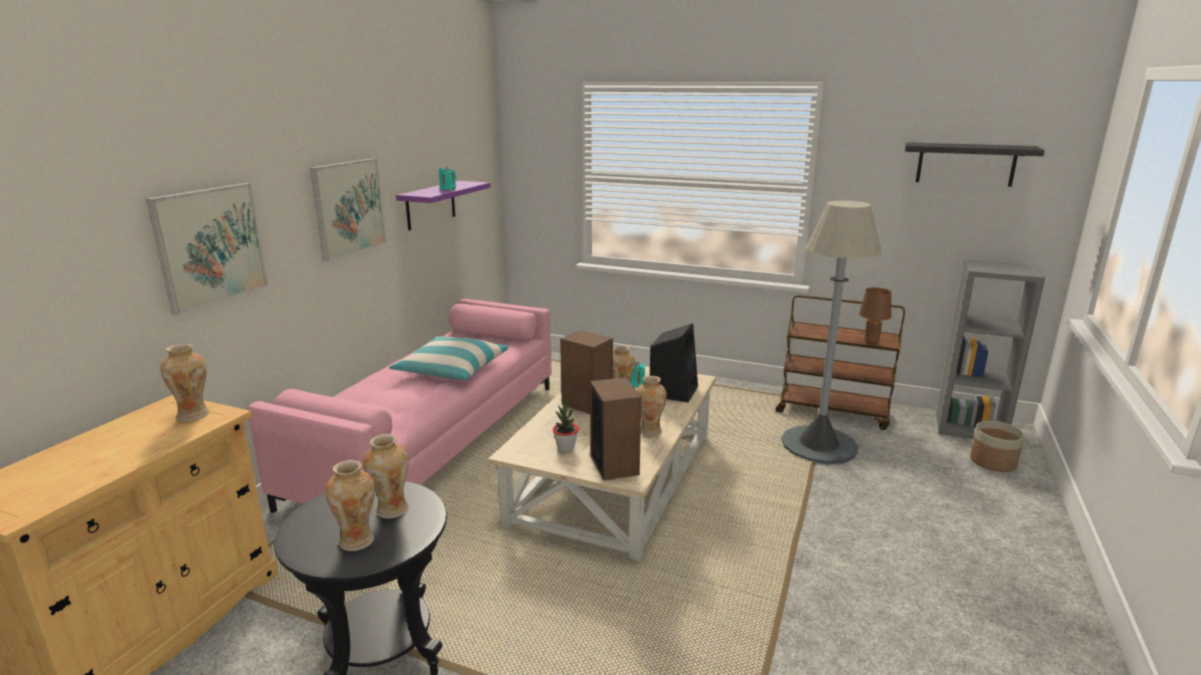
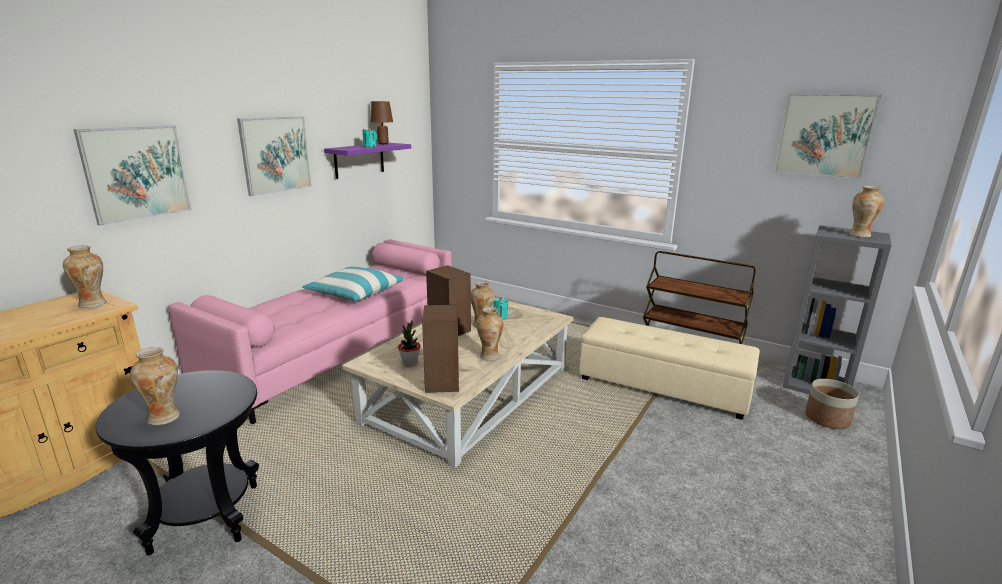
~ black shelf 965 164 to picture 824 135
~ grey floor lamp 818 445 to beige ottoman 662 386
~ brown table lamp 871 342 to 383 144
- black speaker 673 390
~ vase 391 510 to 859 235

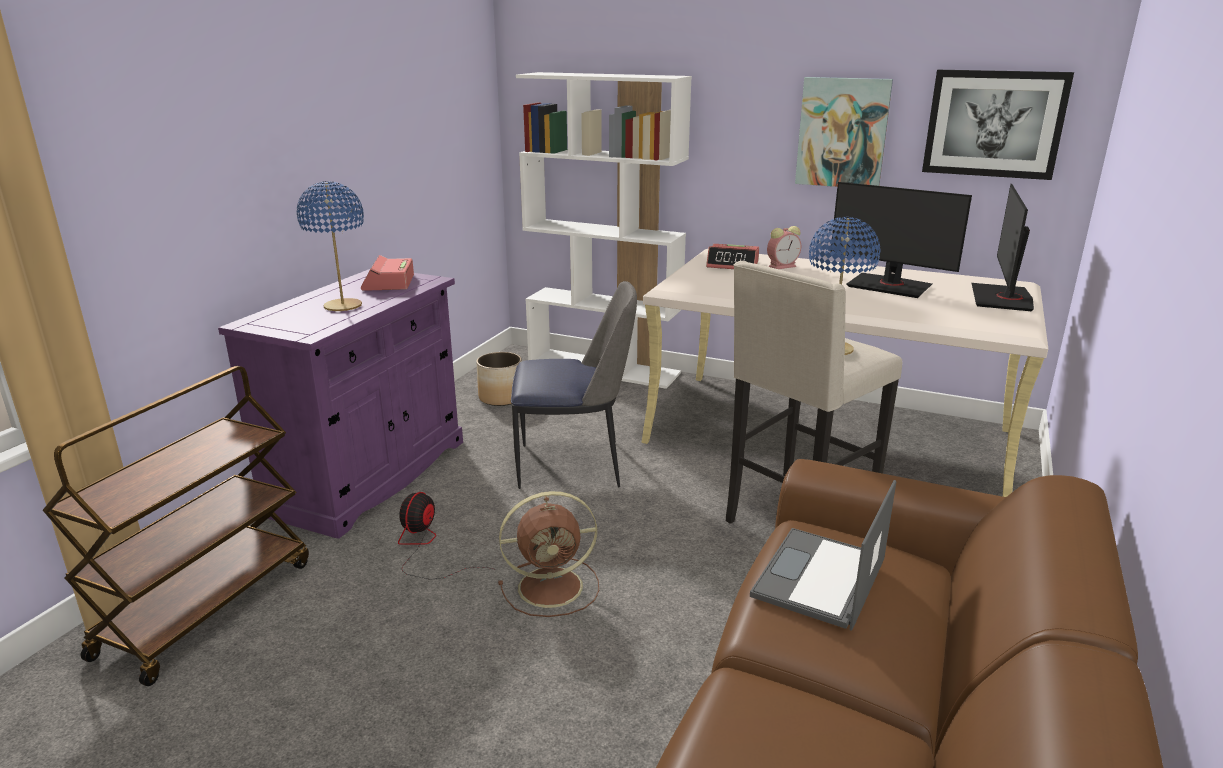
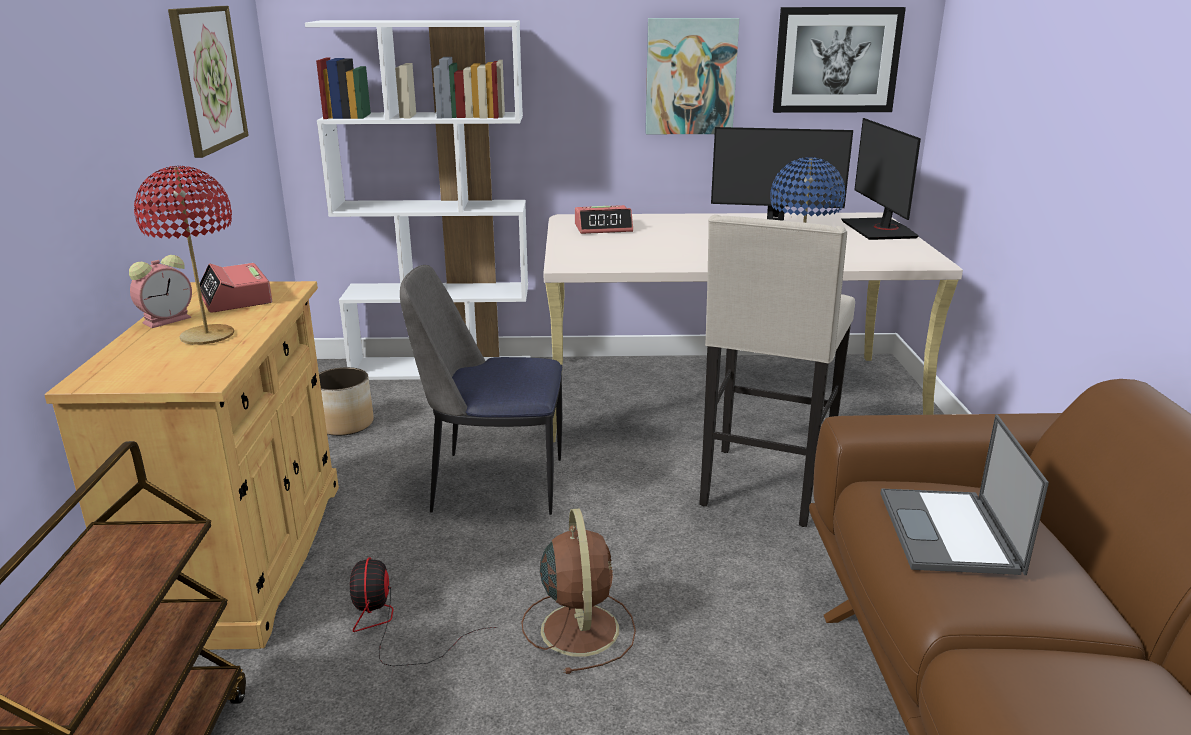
~ blue table lamp 342 306 to red table lamp 206 337
~ alarm clock 783 266 to 168 320
~ purple cabinet 369 476 to beige cabinet 244 558
~ chair 574 465 = 493 483 150 degrees counterclockwise
~ brown fan 553 586 = 579 627 60 degrees counterclockwise
+ picture 208 78

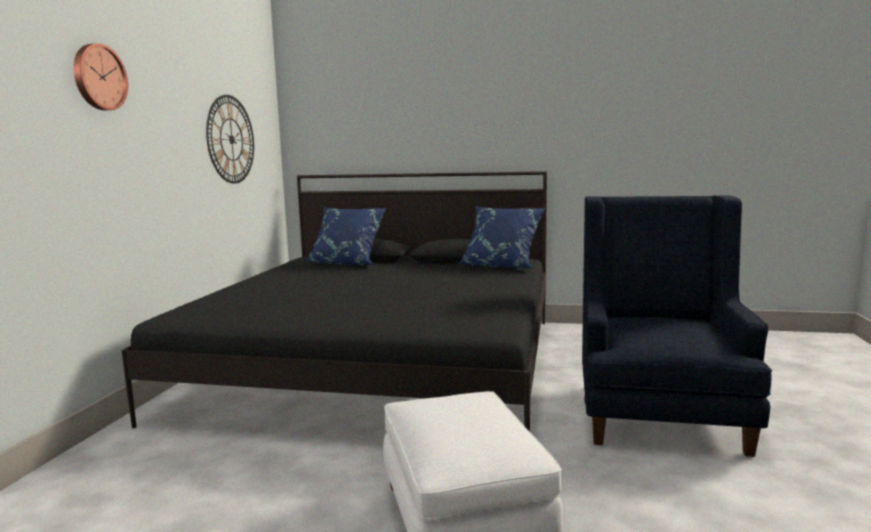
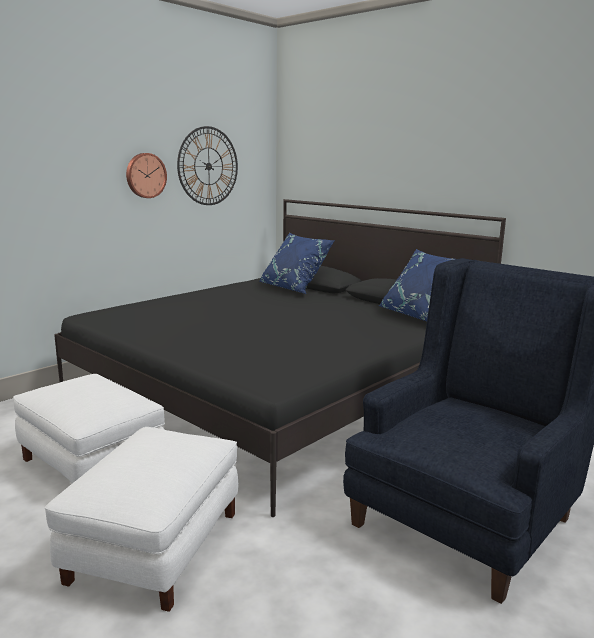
~ wall clock 98 77 to 145 175
+ white ottoman 93 464

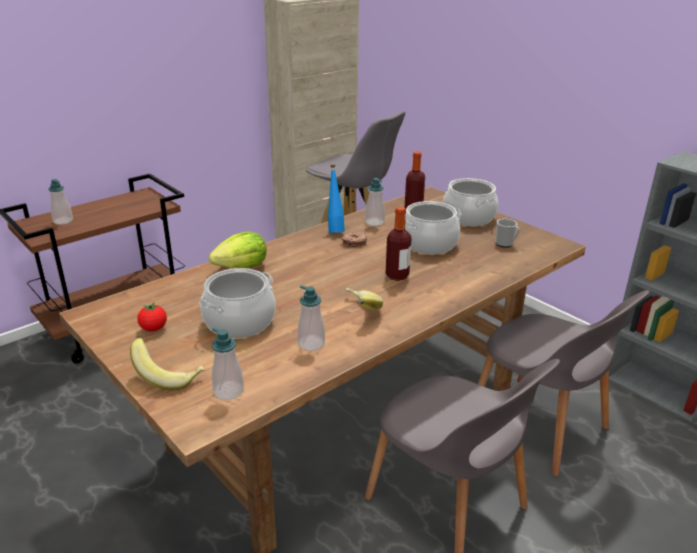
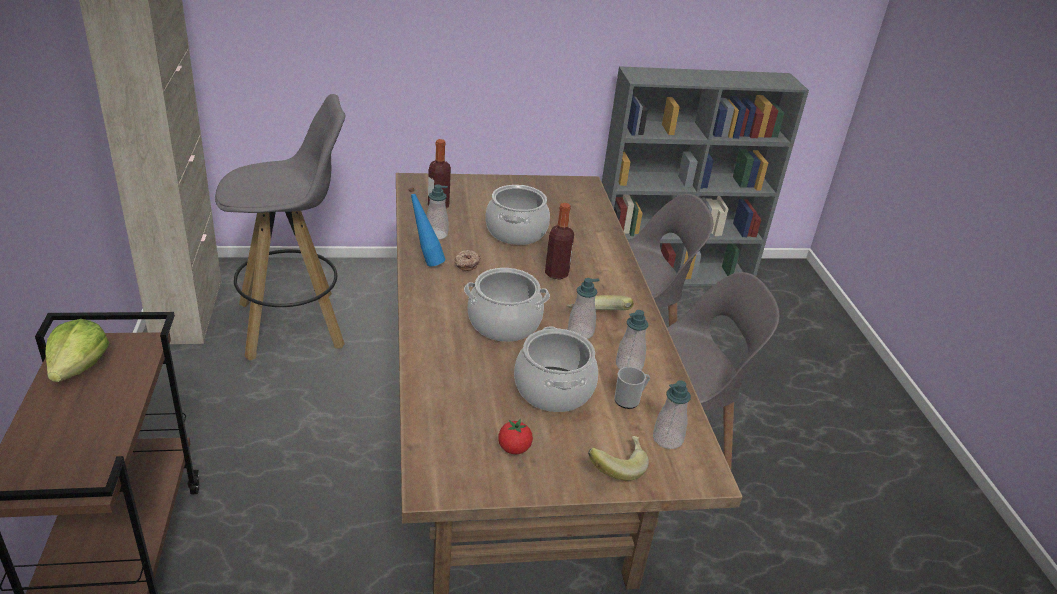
~ cooking pot 469 217 to 504 323
~ soap dispenser 63 221 to 580 332
~ mug 506 244 to 629 400
~ lettuce 242 266 to 79 367

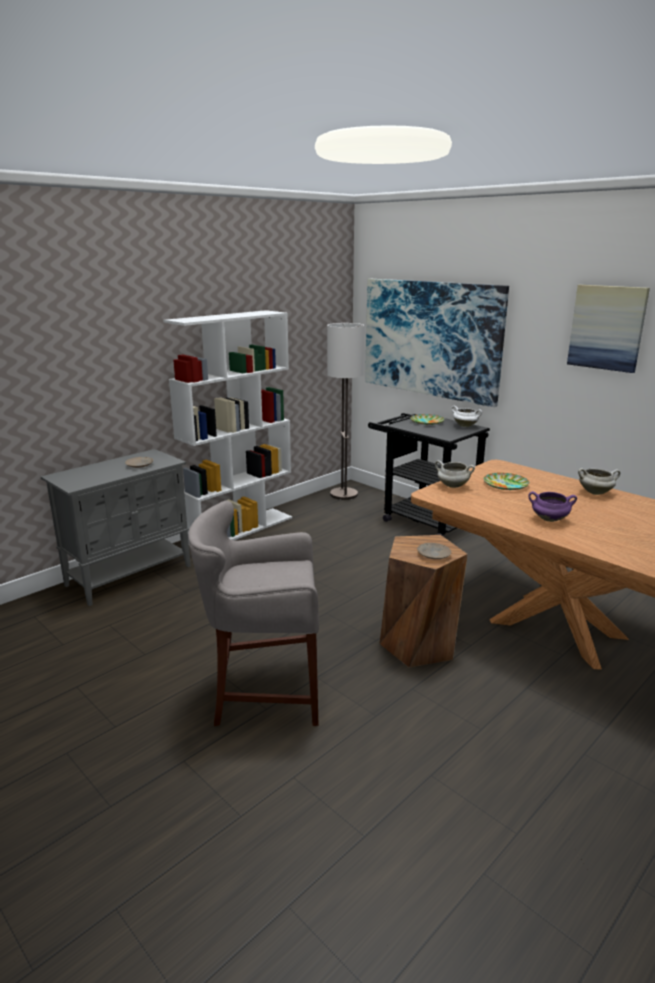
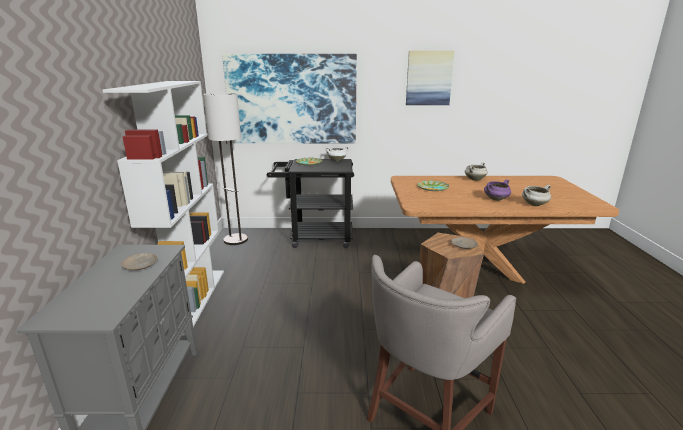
~ white cooking pot 452 486 to 534 205

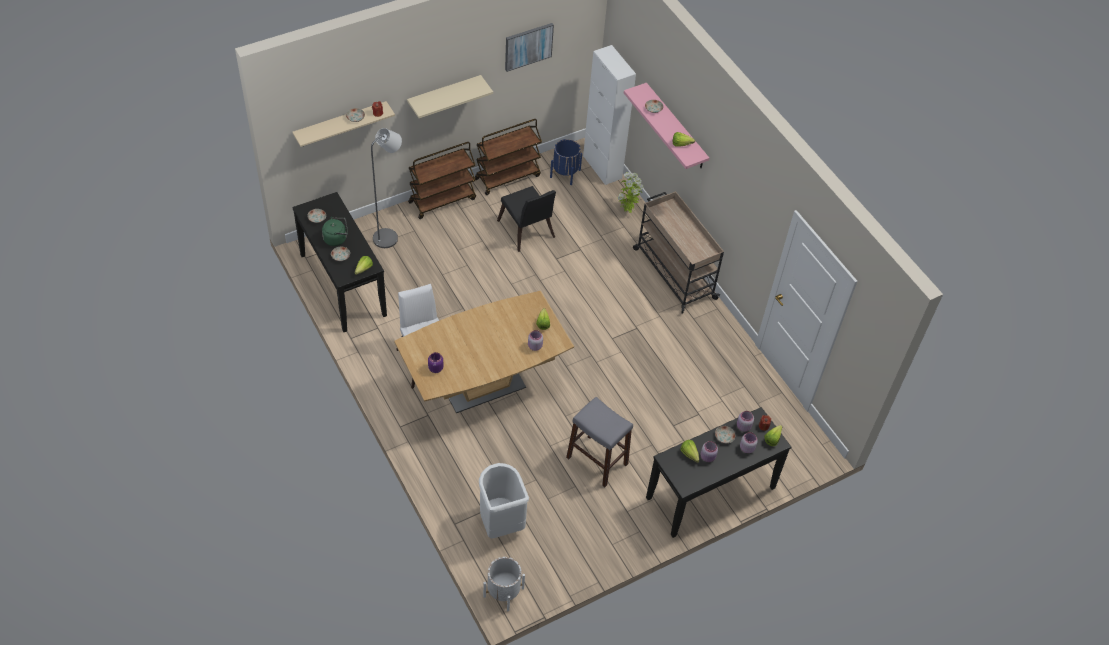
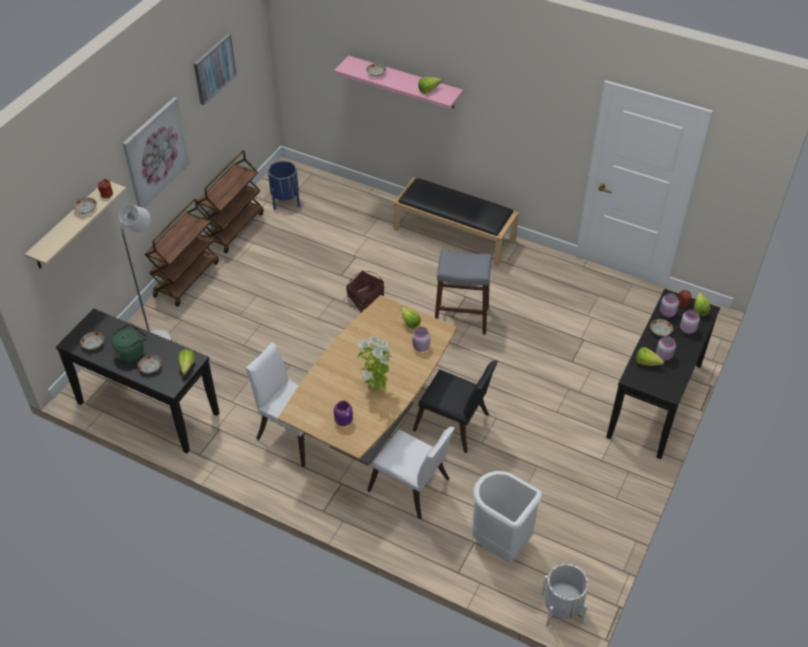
- white cabinet 602 167
~ beige shelf 444 95 to picture 155 153
~ potted plant 626 211 to 375 389
~ black chair 527 232 to 455 425
~ beige cart 673 273 to black bench 455 234
~ grey stool 597 460 to 461 318
+ basket 365 300
+ white chair 412 488

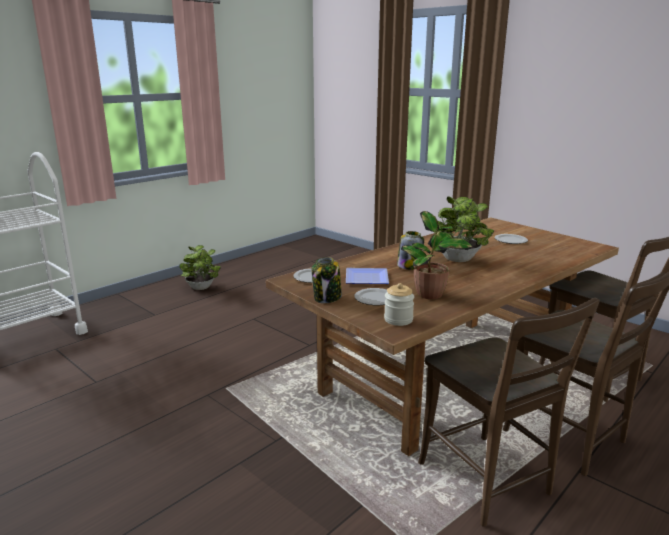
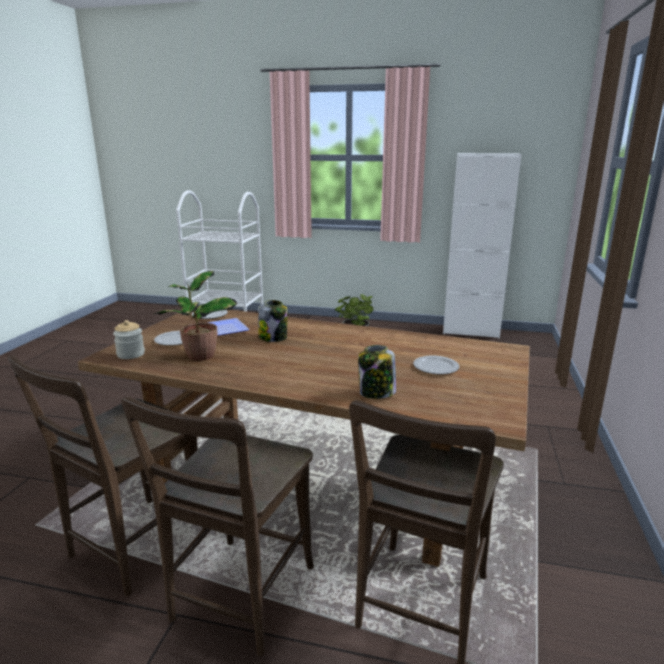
- potted plant 458 260
~ jar 327 298 to 376 393
+ white cabinet 470 332

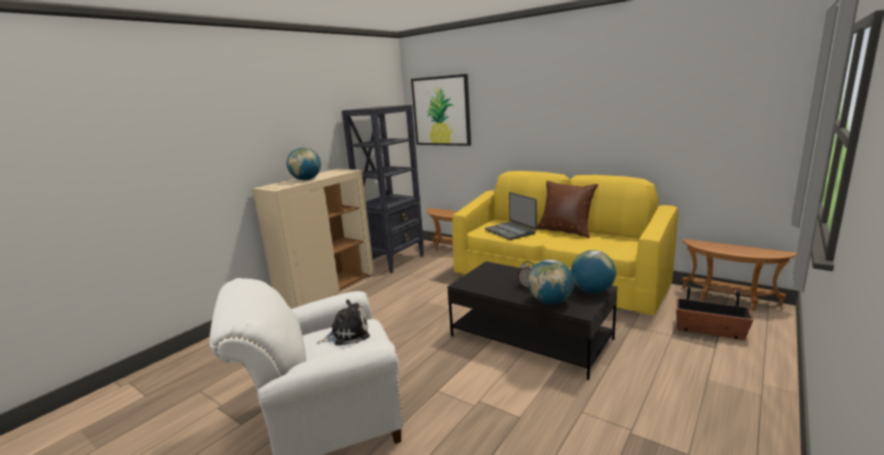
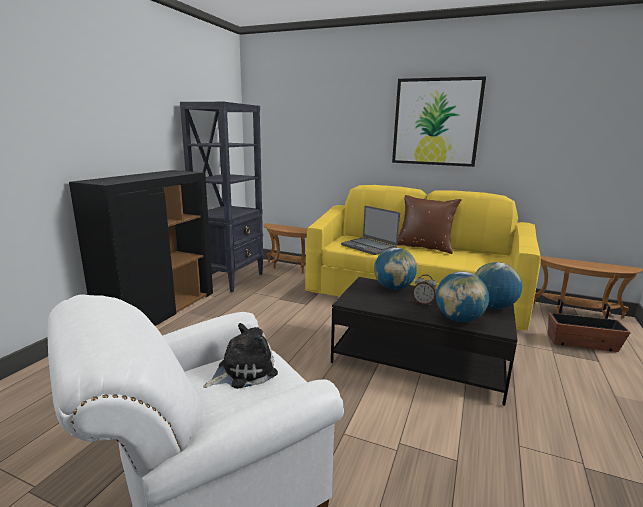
~ picture 441 111 to 436 122
~ globe 306 180 to 393 288
~ beige cabinet 328 289 to black cabinet 160 312

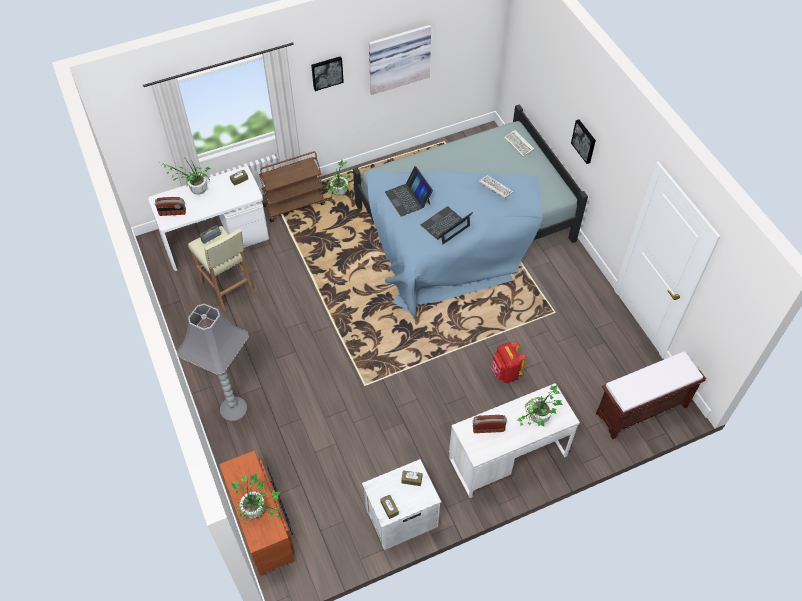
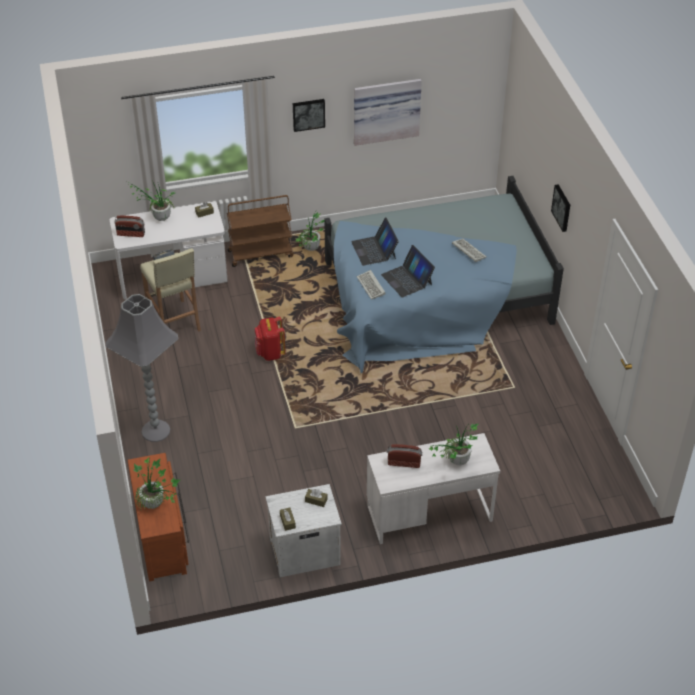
~ keyboard 519 145 to 371 286
~ laptop 445 226 = 407 279 90 degrees counterclockwise
~ red backpack 505 373 to 270 353
- brown bench 641 410

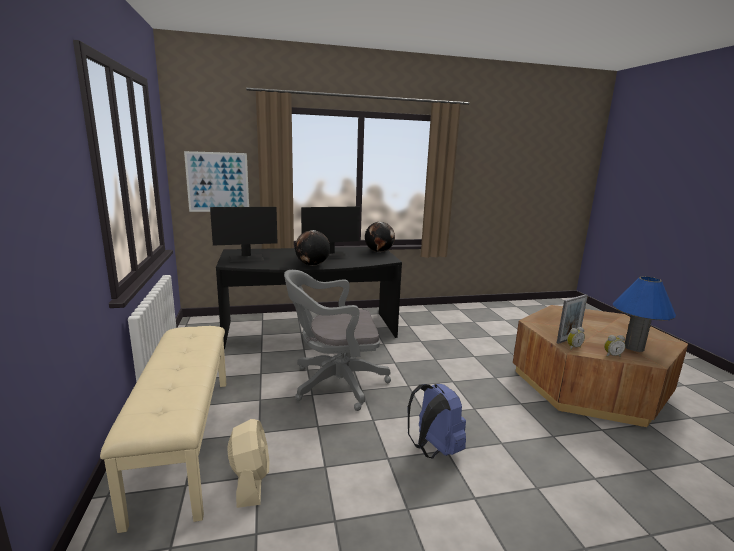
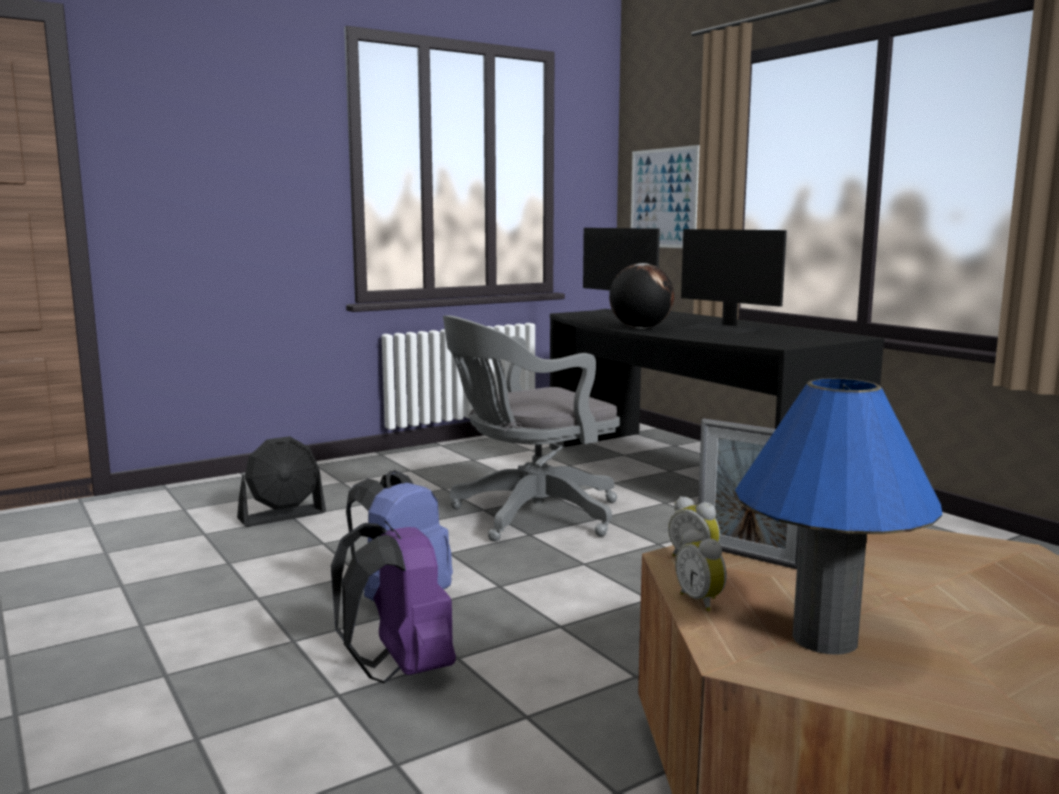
- globe 379 252
~ grey office chair 334 383 = 529 516 90 degrees counterclockwise
- beige bench 183 440
~ beige fan 250 481 to black fan 282 516
+ purple backpack 400 669

